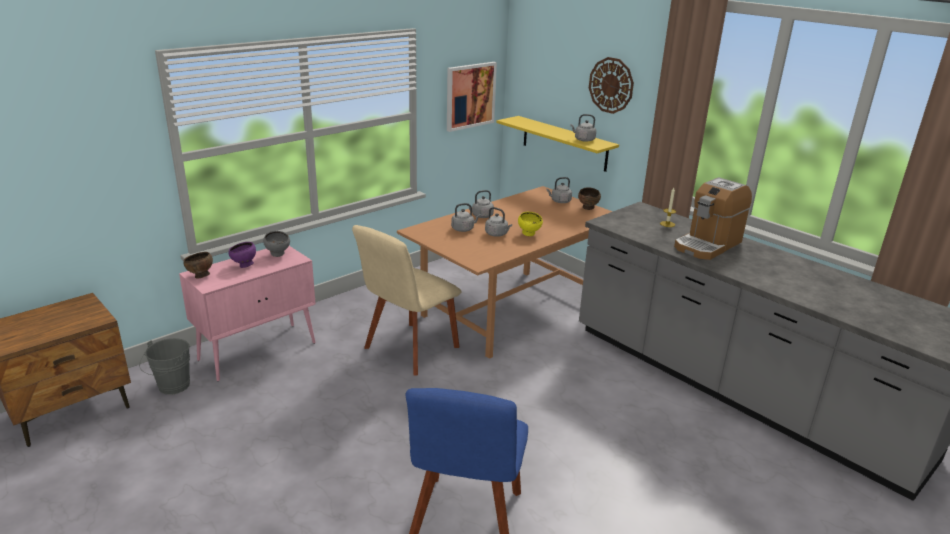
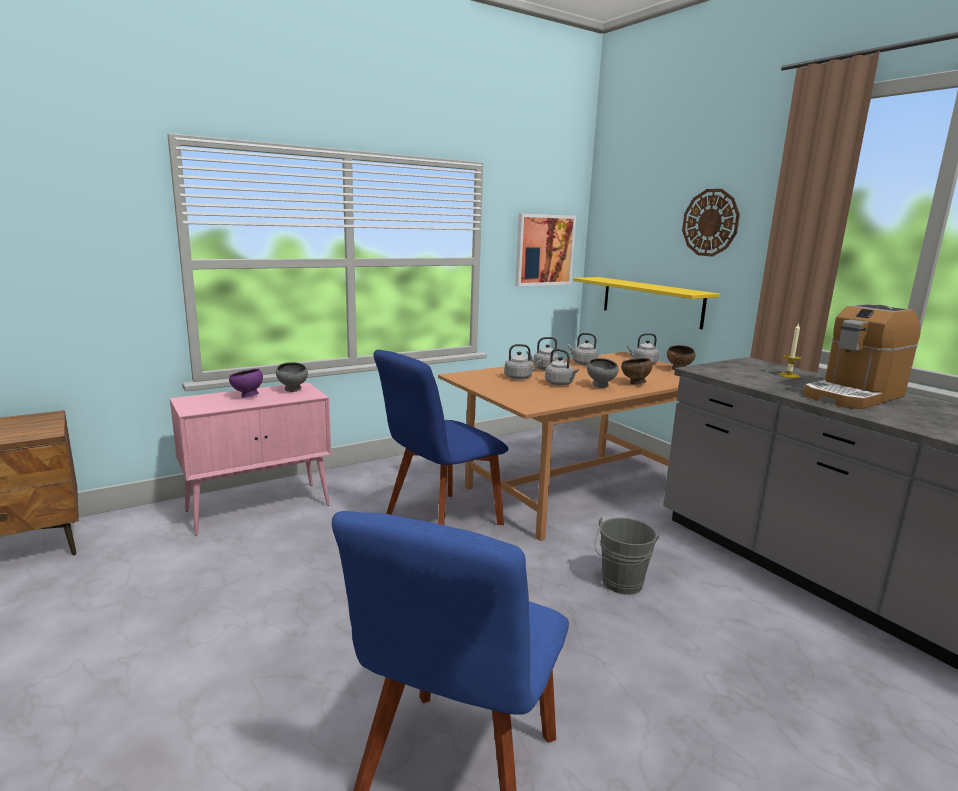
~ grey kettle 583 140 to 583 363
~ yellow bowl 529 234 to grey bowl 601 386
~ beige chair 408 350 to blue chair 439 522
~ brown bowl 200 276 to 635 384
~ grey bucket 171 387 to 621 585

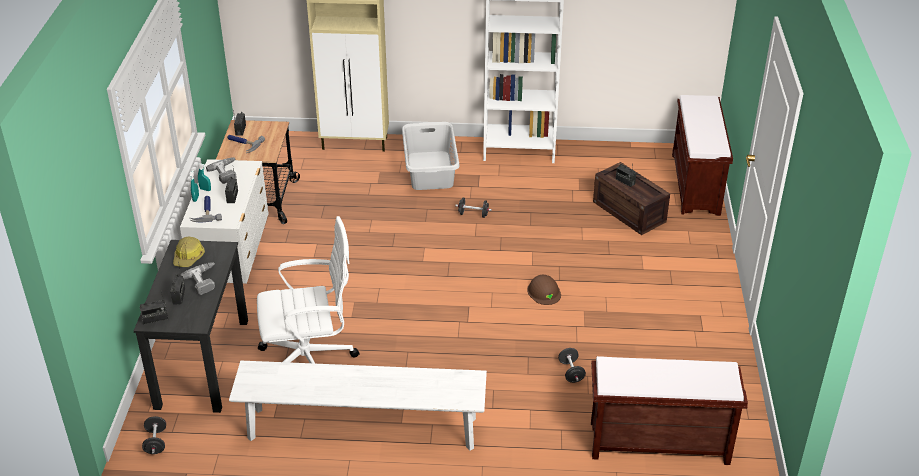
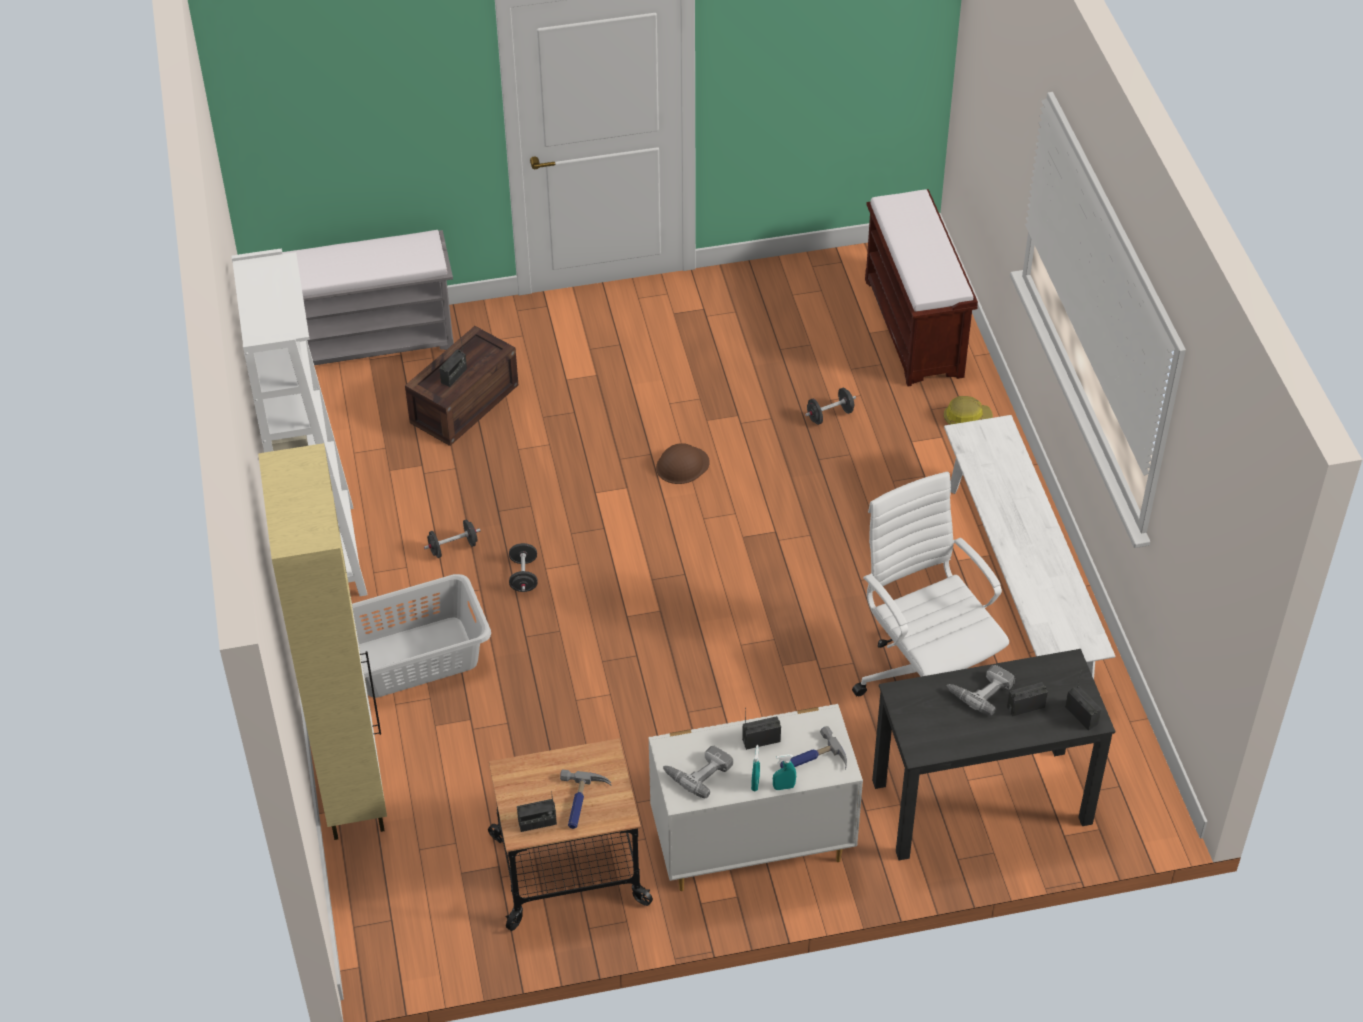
~ brown bench 696 184 to grey bench 373 341
~ hard hat 189 257 to 967 419
~ black dumbbell 156 442 to 453 548

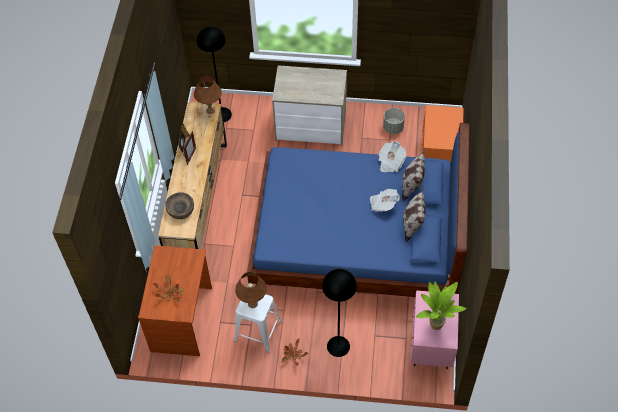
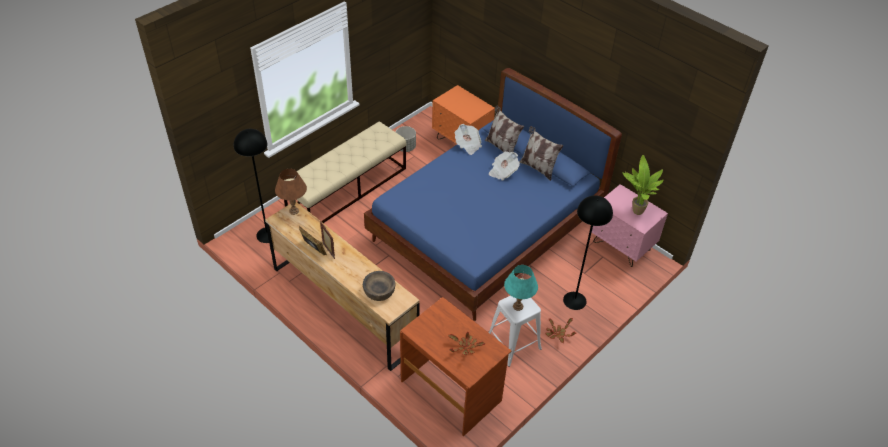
~ dresser 311 125 to beige bench 347 189
~ brown table lamp 252 304 to turquoise table lamp 518 306

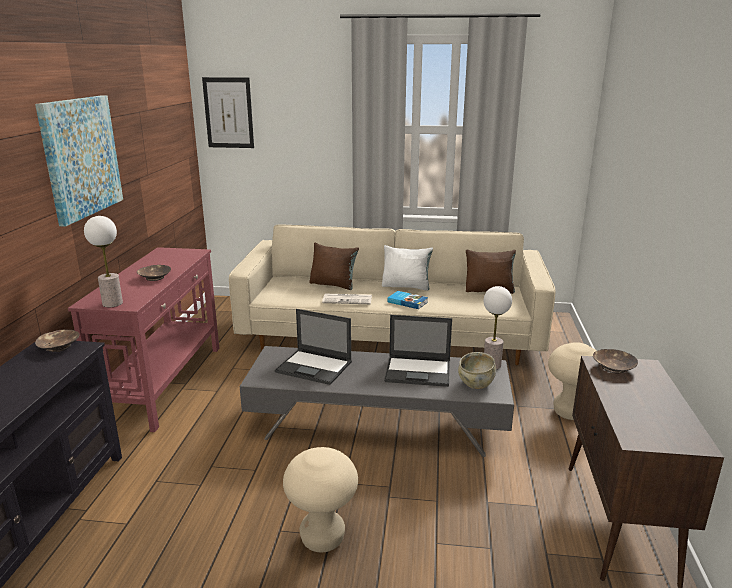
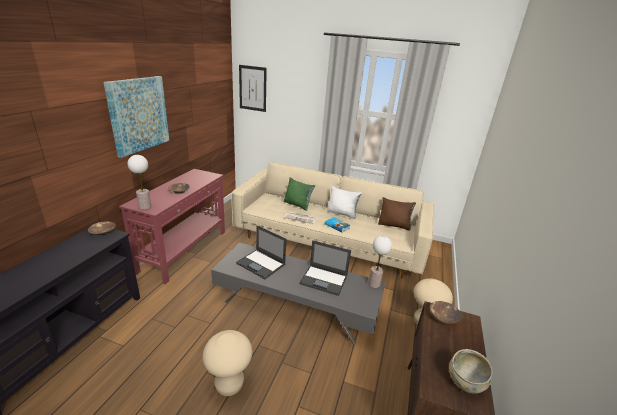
~ brown pillow 333 284 to green pillow 297 205
~ beige bowl 476 383 to 465 382

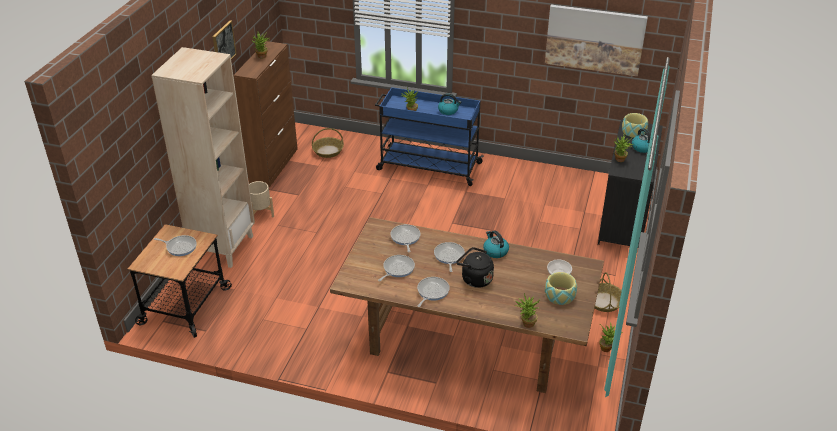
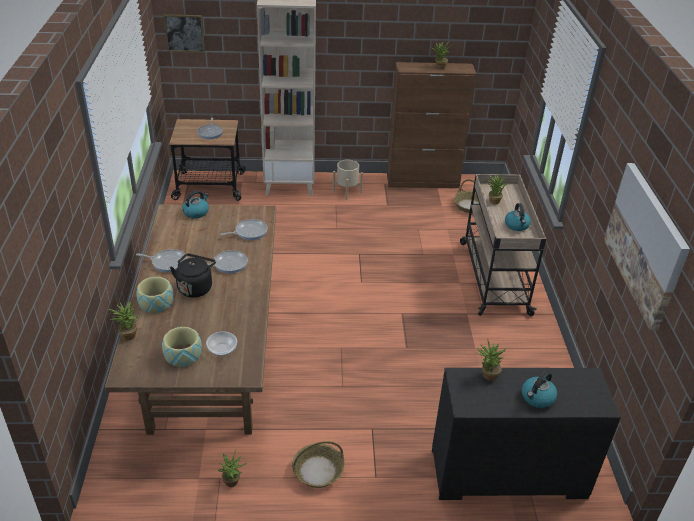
~ picture 223 45 to 184 33
~ blue cart 428 166 to beige cart 493 276
~ bowl 633 131 to 156 302
~ kettle 495 251 to 196 212
- frying pan 397 269

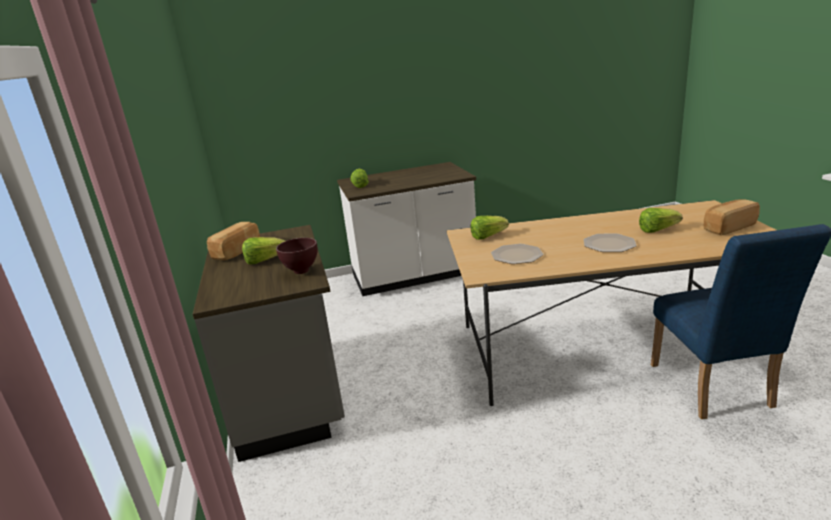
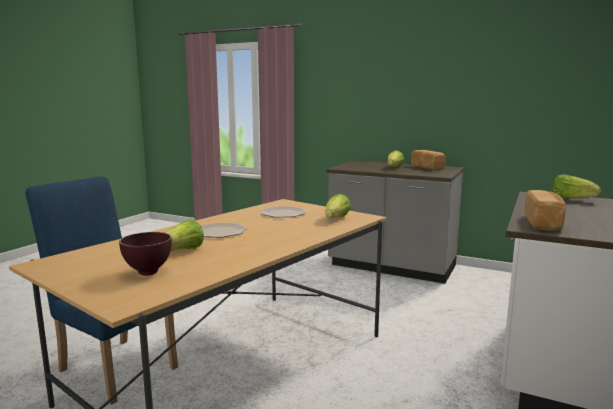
~ bread 728 227 to 543 223
~ brown bowl 301 272 to 147 272

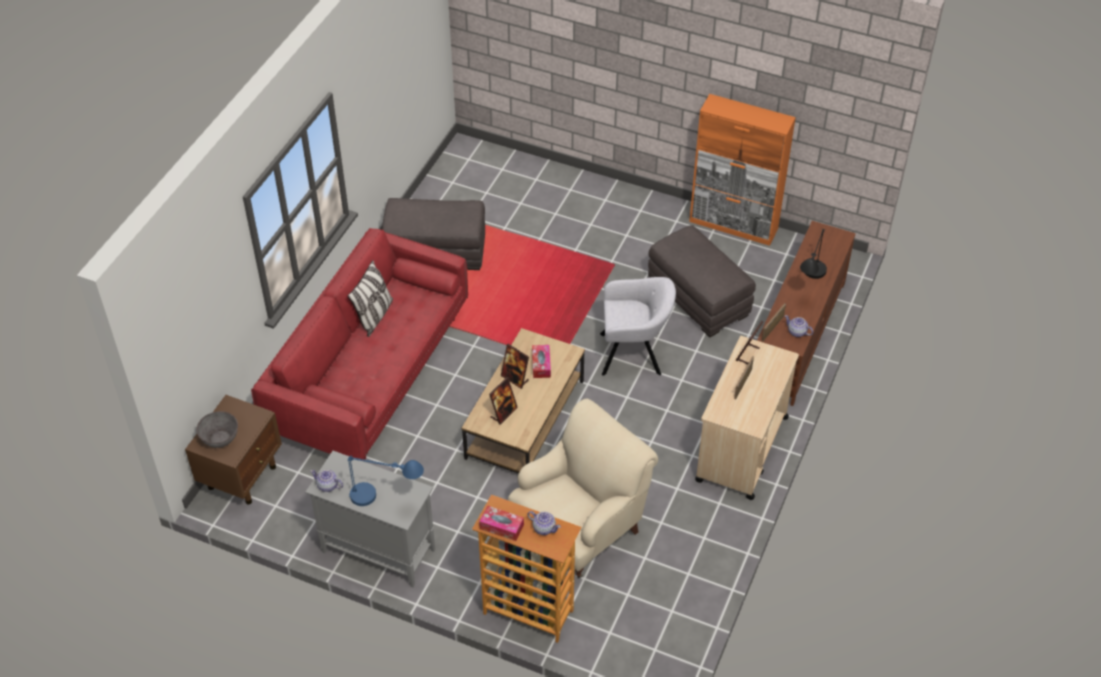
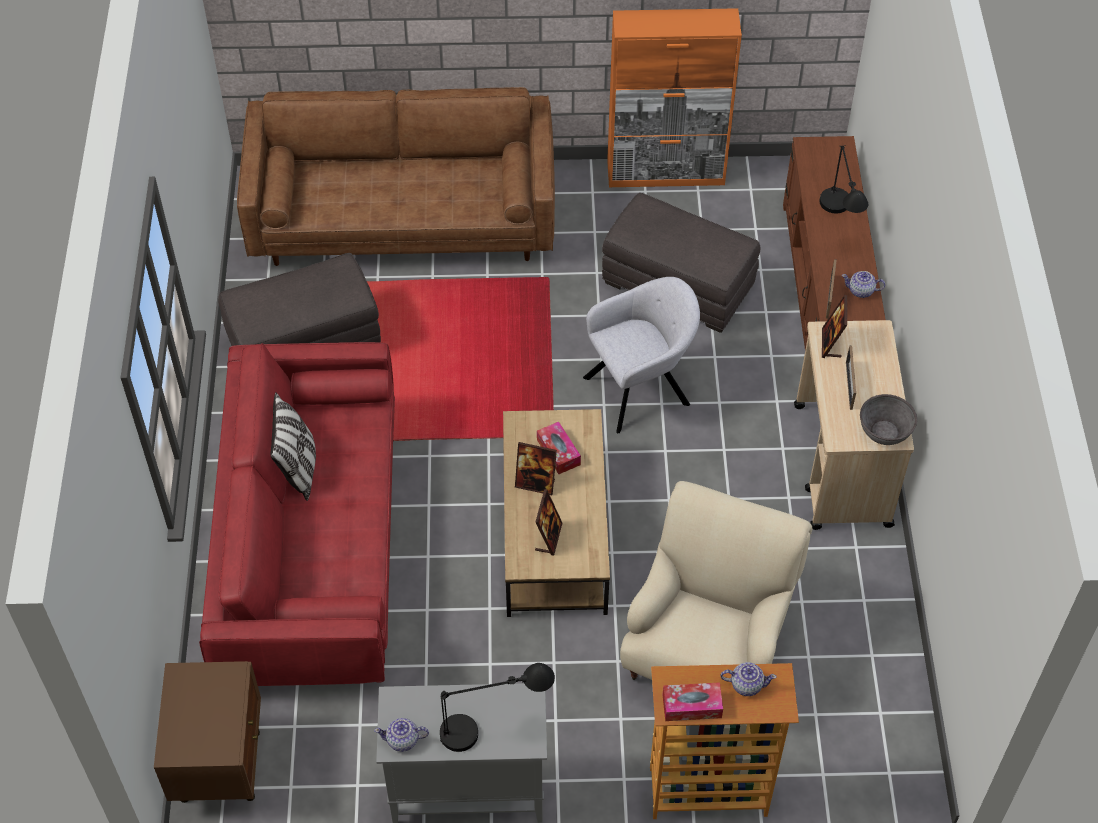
~ grey bowl 220 438 to 884 431
~ blue table lamp 385 499 to black table lamp 493 727
+ brown sofa 403 218

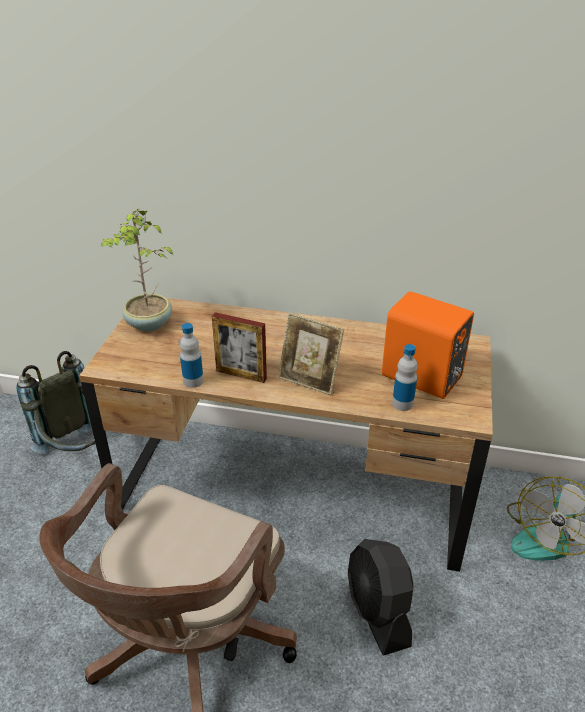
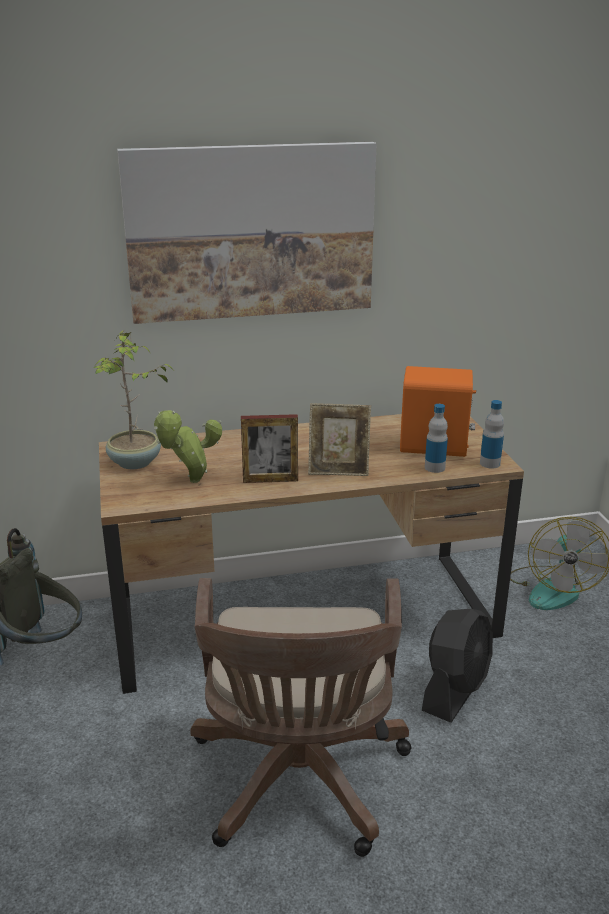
~ bottle 193 381 to 490 463
~ black fan 378 612 = 455 690 105 degrees counterclockwise
+ picture 251 232
+ potted plant 191 482

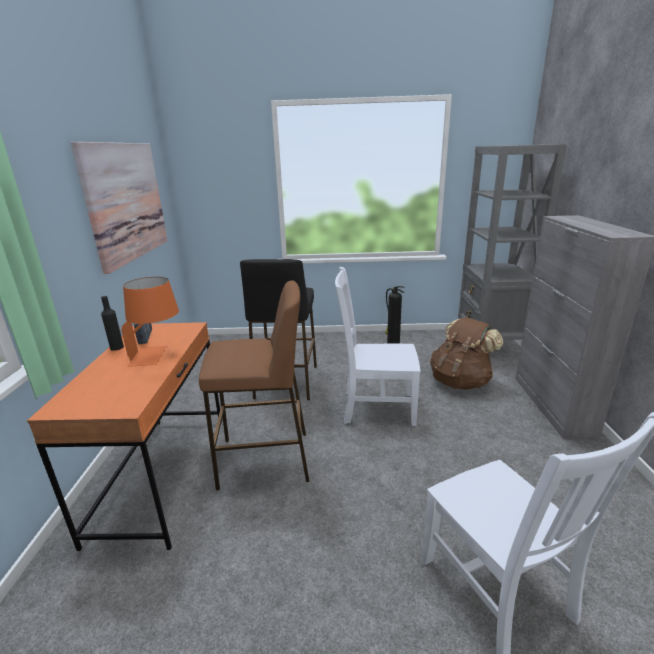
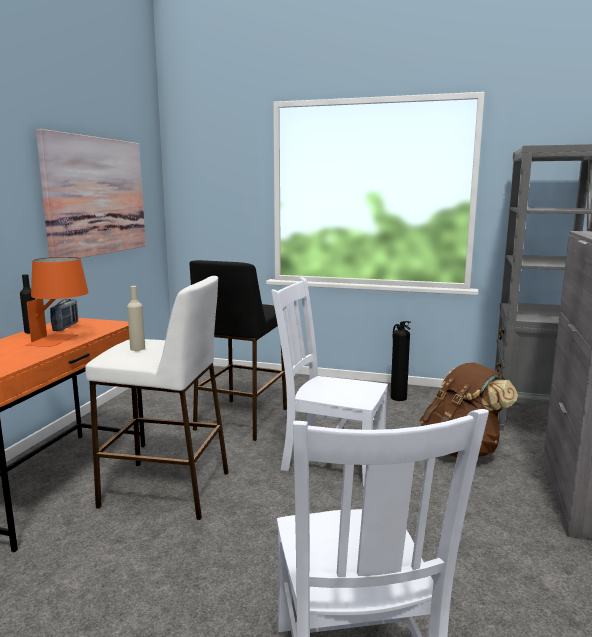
~ brown stool 265 459 to white stool 167 489
+ beige bottle 137 348

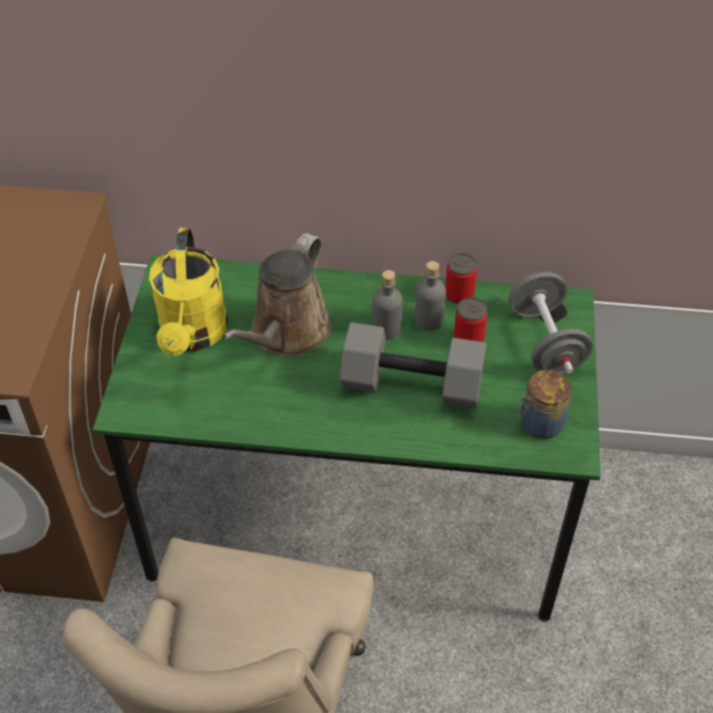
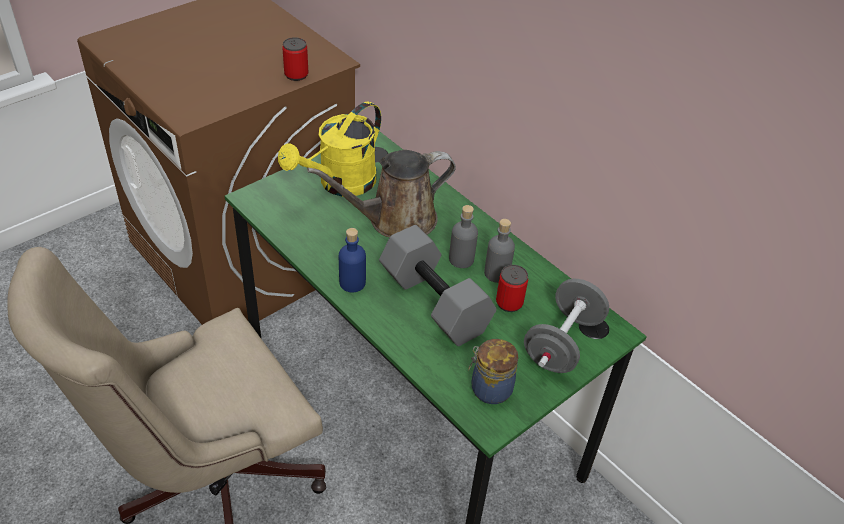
~ can 459 294 to 296 75
+ blue bottle 352 283

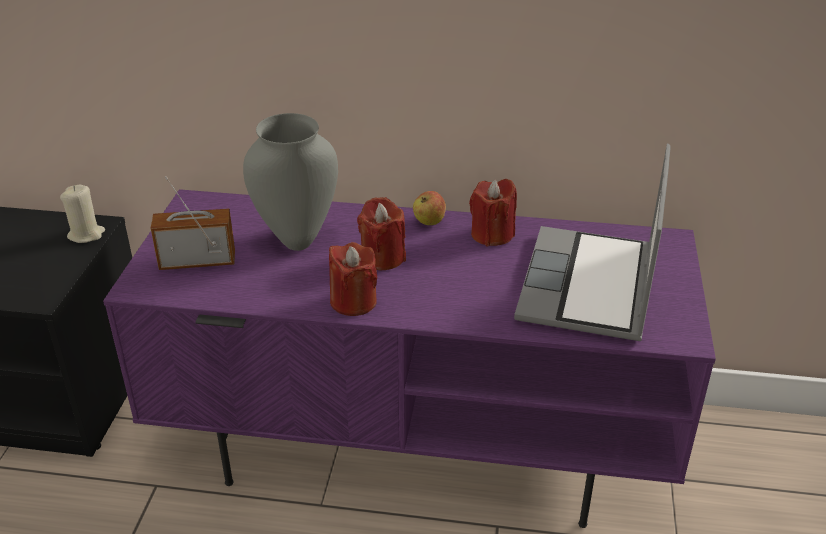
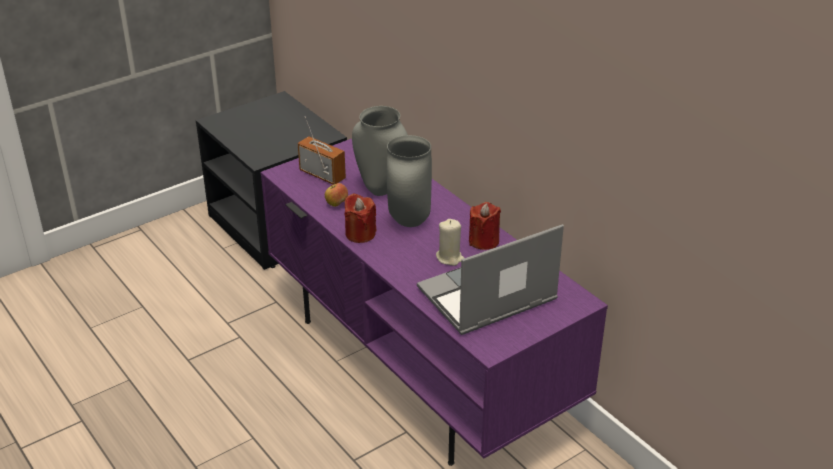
~ beige candle 86 234 to 450 258
~ apple 429 222 to 336 204
~ red candle 382 258 to grey vase 408 221

